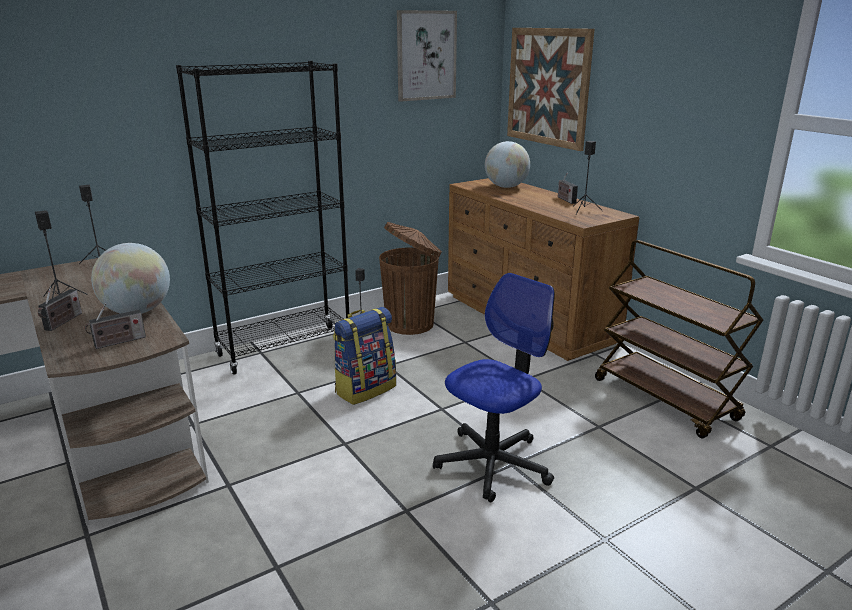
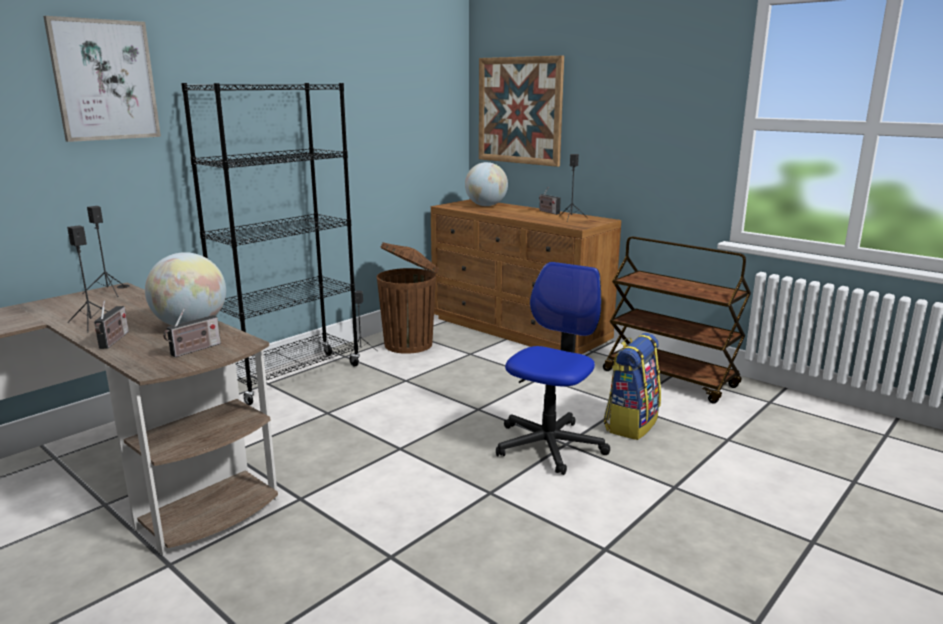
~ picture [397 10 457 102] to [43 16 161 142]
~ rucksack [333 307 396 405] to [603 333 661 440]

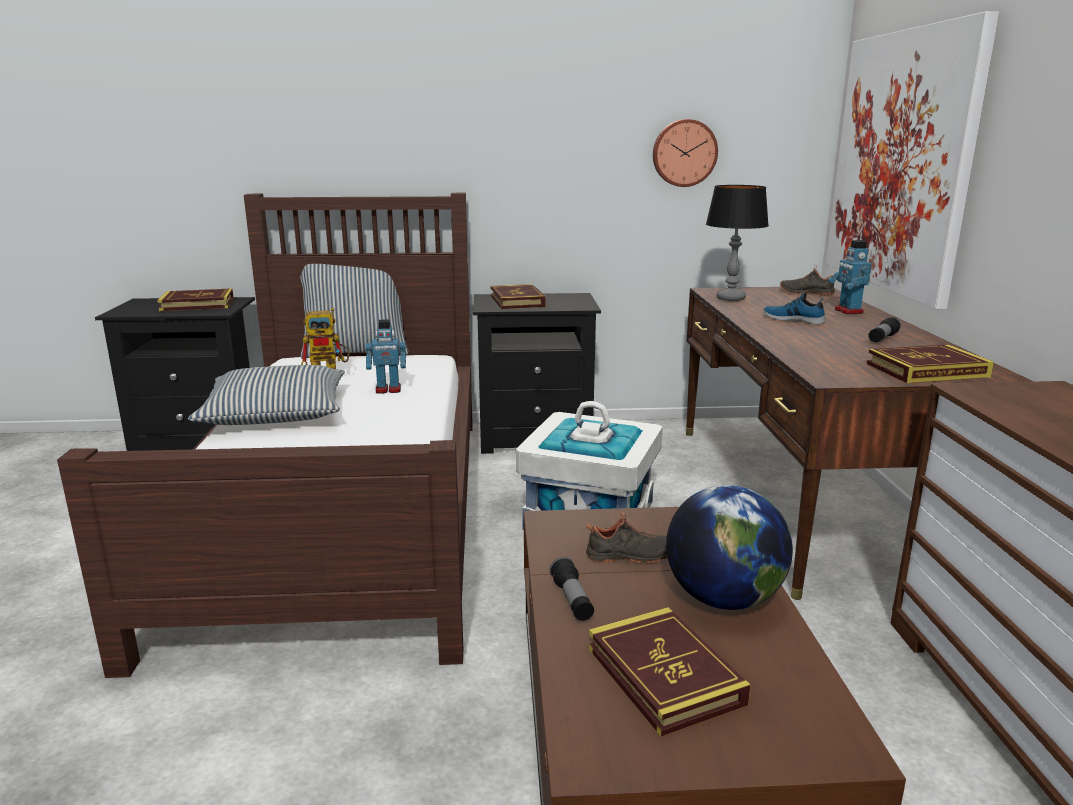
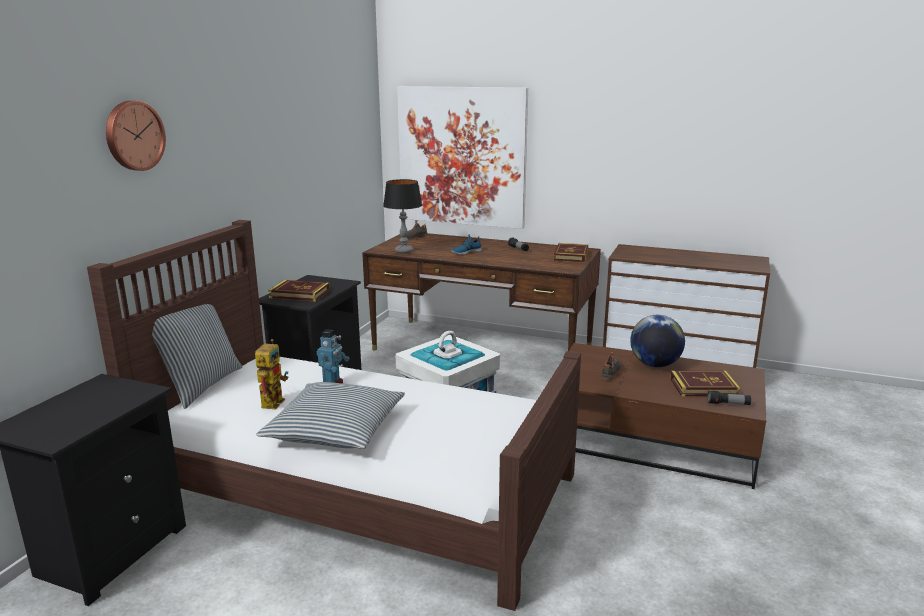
~ clock on the wall [653 119 718 187] to [106 101 166 171]
- toy robot [828 240 872 314]
- bound book [157 288 234 311]
~ torch [550 557 594 621] to [708 391 751 405]

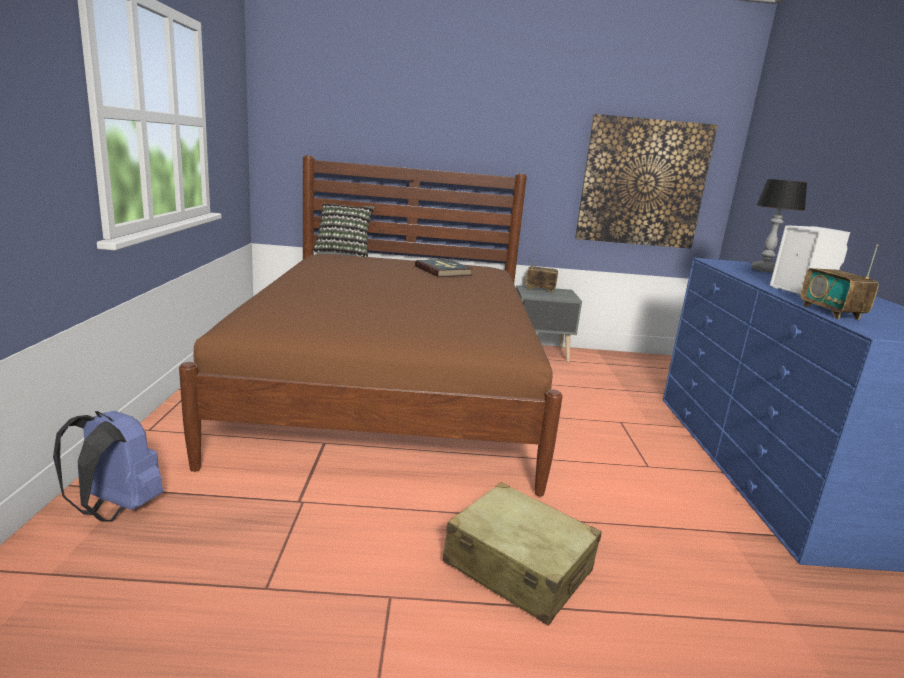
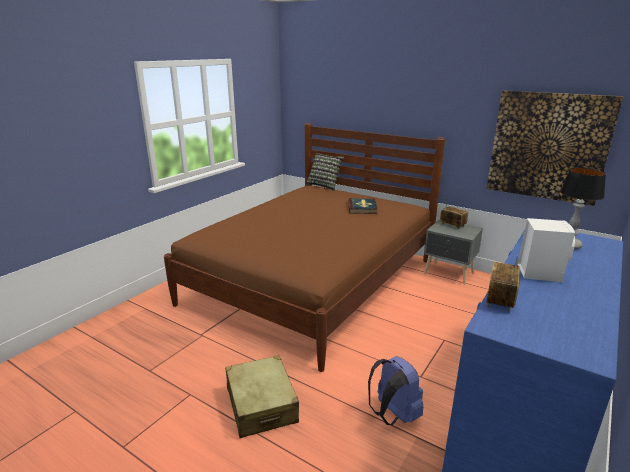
~ blue rucksack [53 411 163 521] to [368 356 423 425]

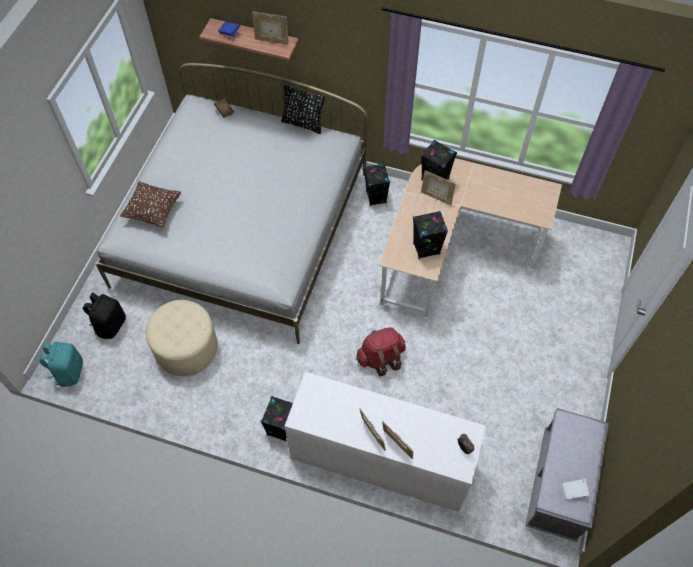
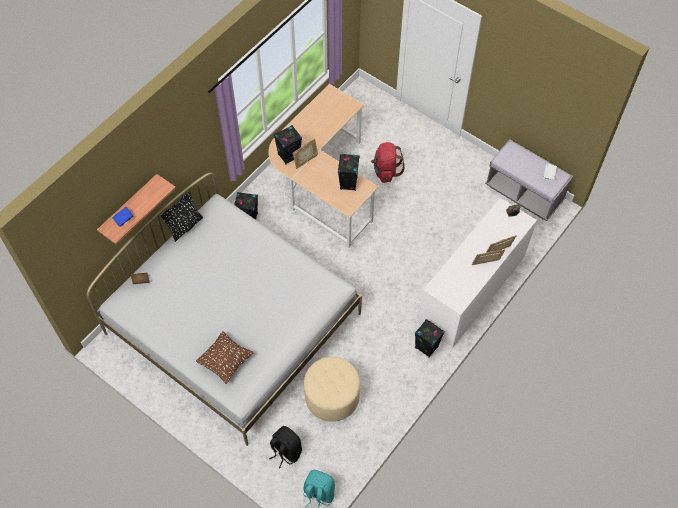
- picture frame [252 11 289 44]
~ reddish rucksack [356 327 406 377] to [371 142 405 183]

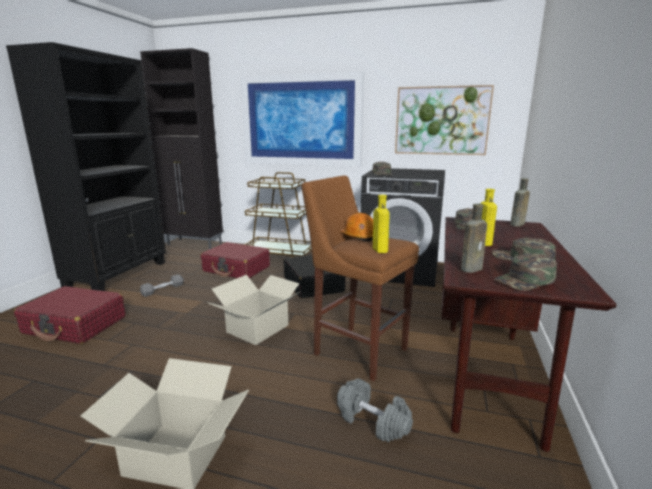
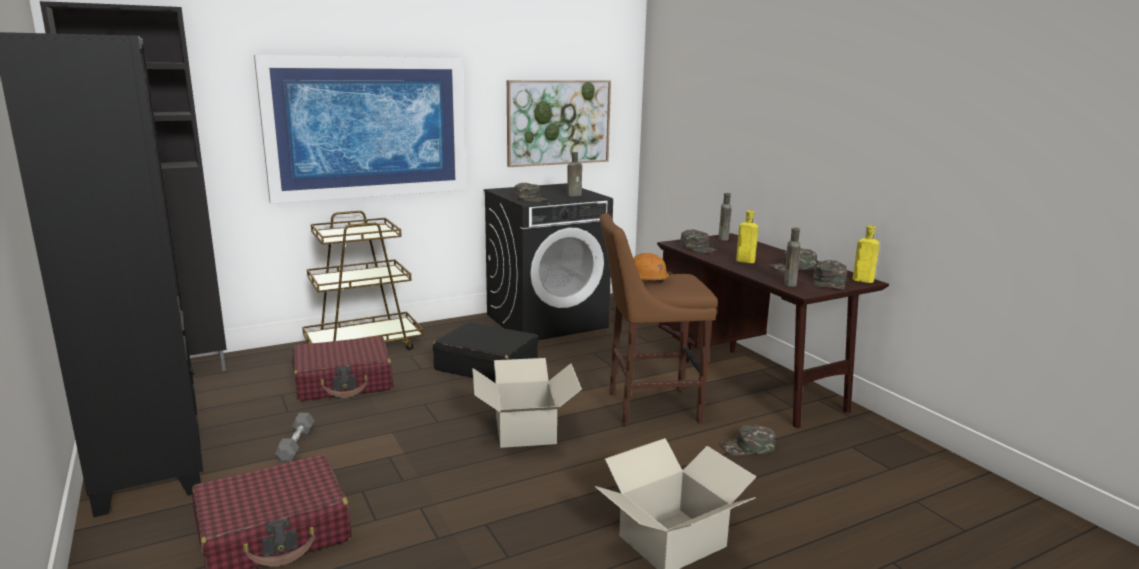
~ yellowish beverage bottle [373 195 390 253] to [853 225 880 283]
~ grey dumbbell [337 378 413 442] to greenish peaked cap [720 425 776 455]
+ brown beverage bottle [567 152 582 197]

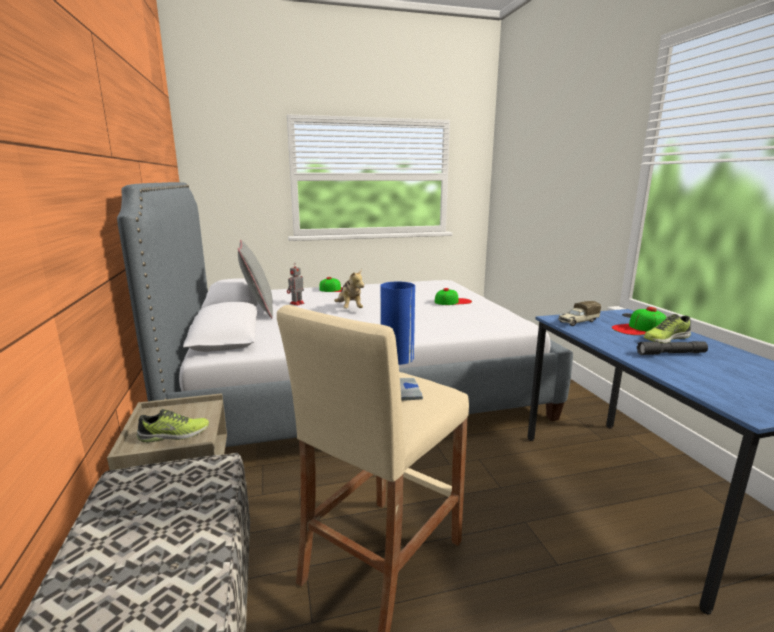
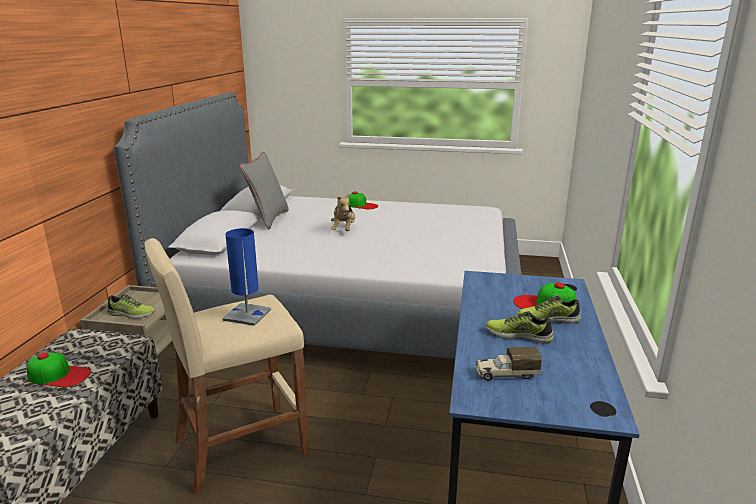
- toy robot [287 263 305 306]
~ peaked cap [435 288 472 305] to [27 352 91 387]
~ toy truck [558 301 601 326] to [476 347 542 380]
~ grey torch [637 341 708 355] to item of footwear [486 311 554 343]

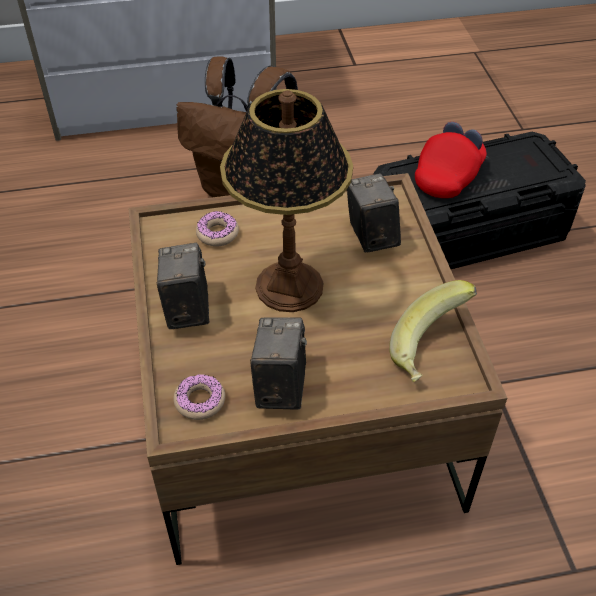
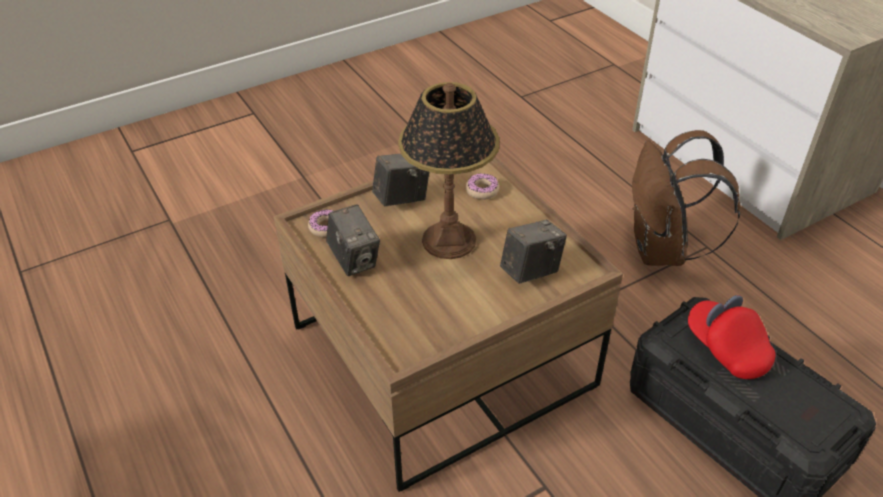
~ reddish peaked cap [415 122 487 198] = [688 295 776 379] 135 degrees counterclockwise
- banana fruit [389 280 477 382]
~ photo camera [250 317 307 410] = [326 204 380 276] 75 degrees clockwise

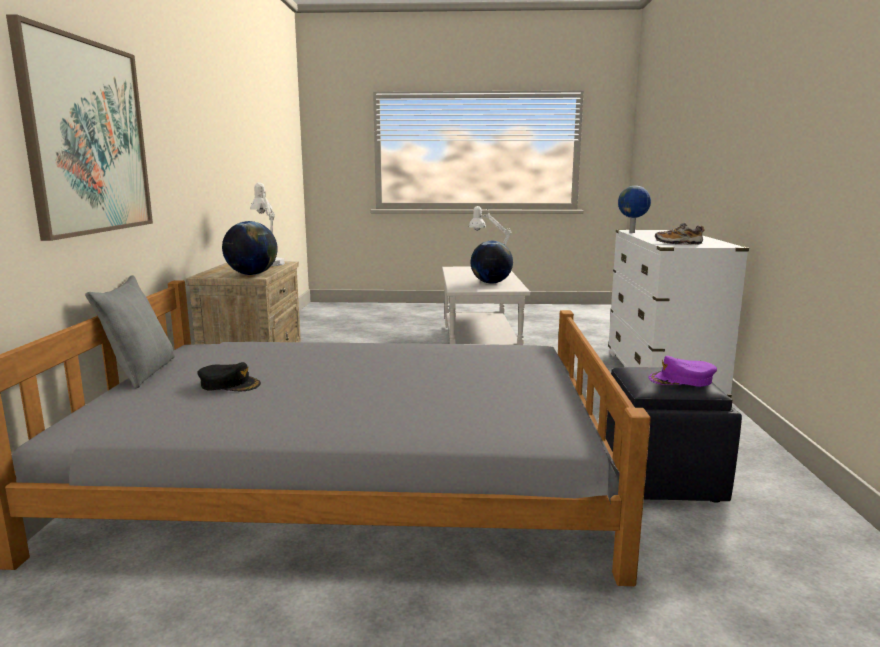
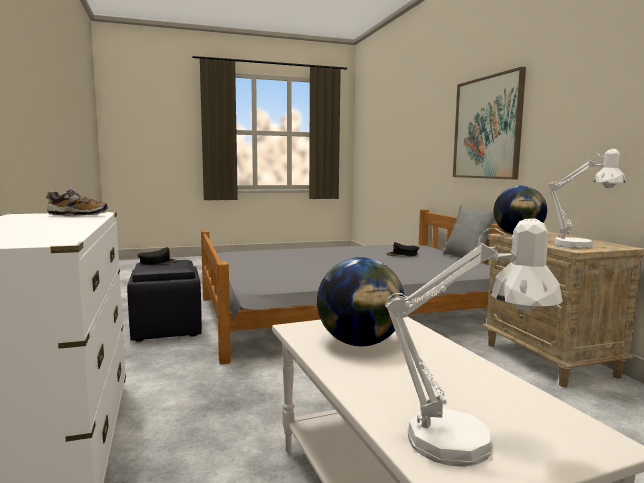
- world globe [618 186 651 233]
~ purplish peaked cap [648 356 717 387] to blackish peaked cap [137 247 178 265]

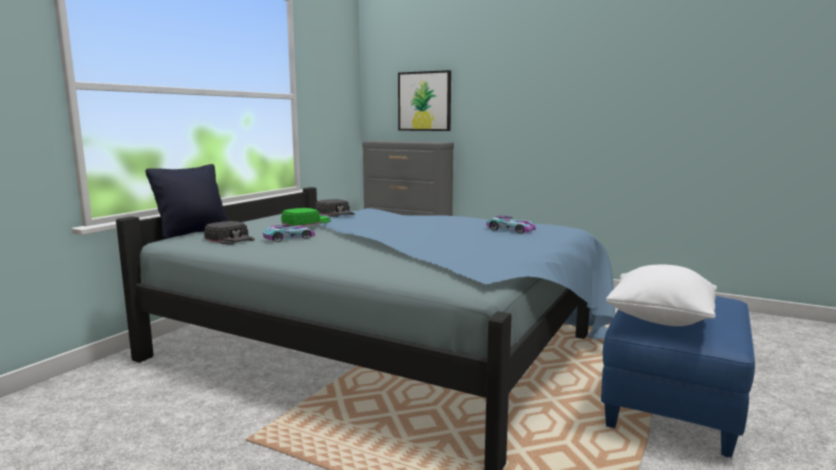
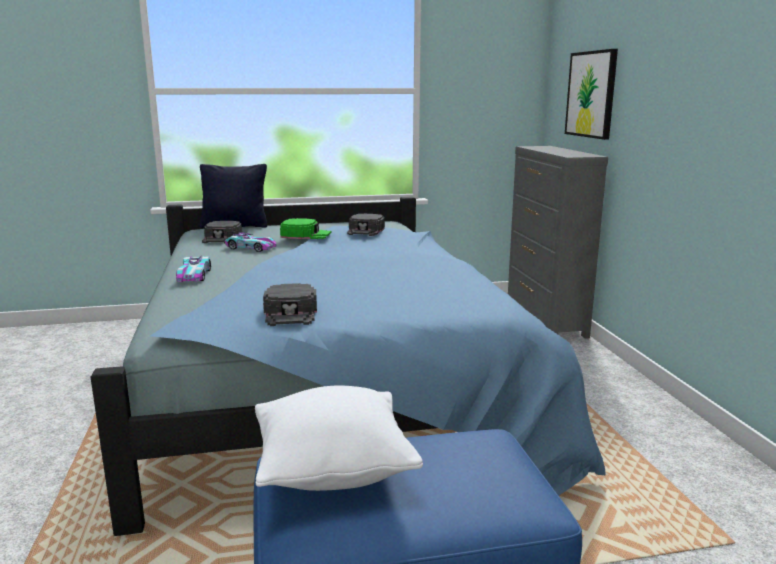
~ model car [486 215 536 234] to [176 255 211 282]
+ blackish peaked cap [263 283 317 326]

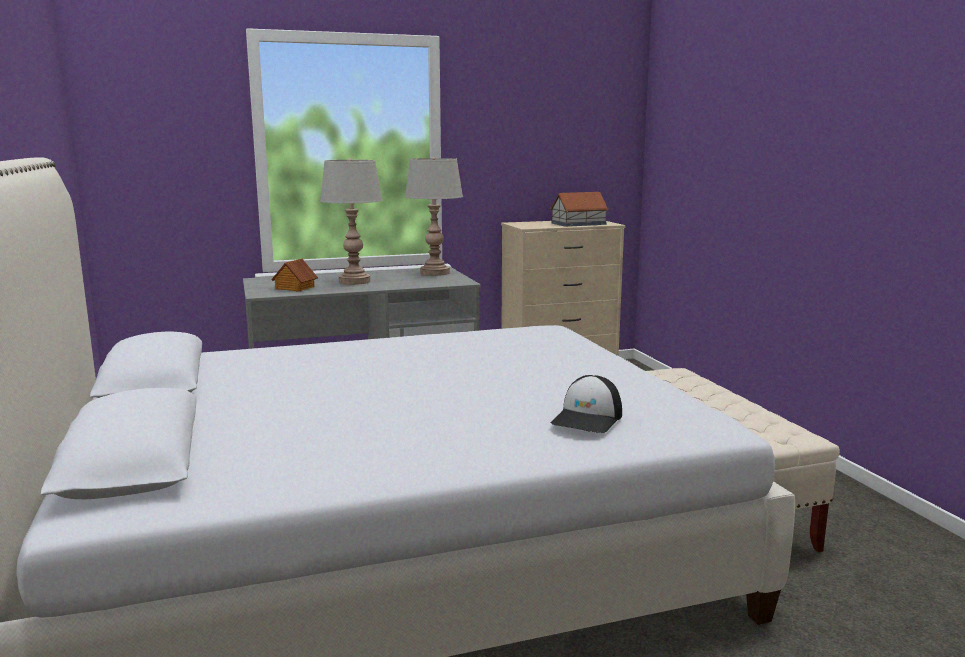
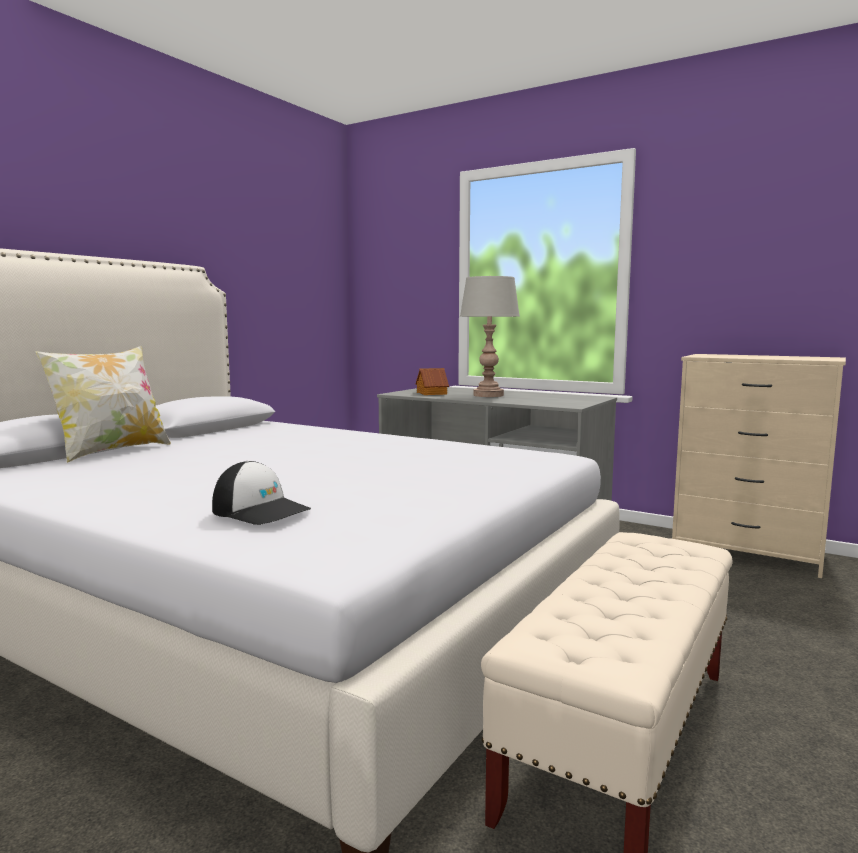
- grey tabletop lamp [405 157 463 276]
- toy house [550 192 609 227]
~ peaked cap [551 375 622 433] = [212 461 311 525] 135 degrees counterclockwise
+ pillow [35 346 171 463]

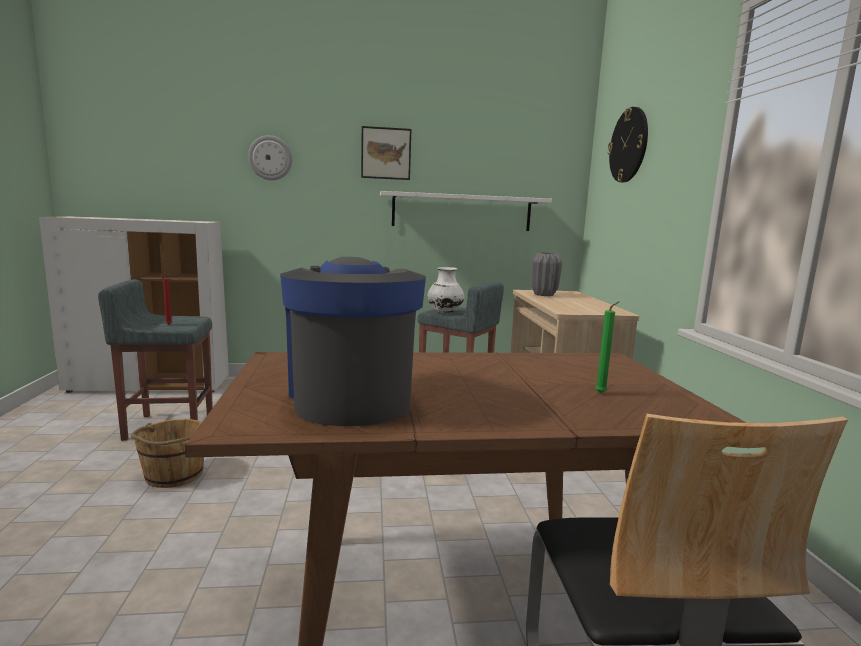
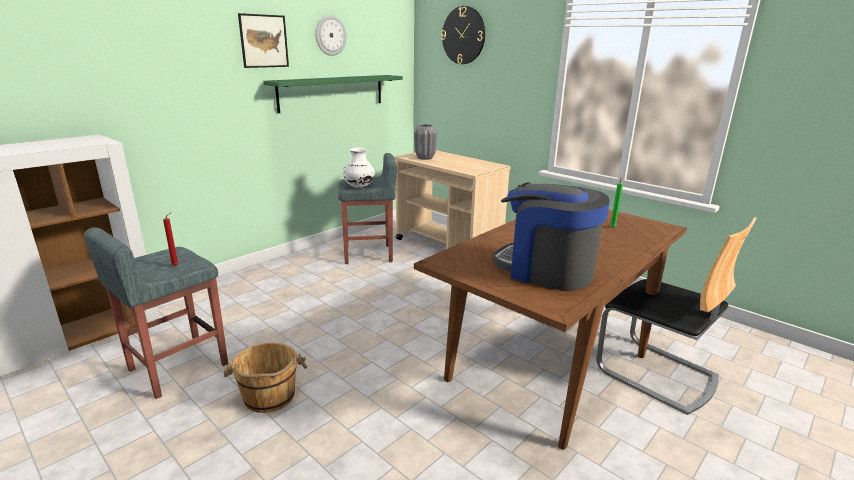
~ clock on the wall [248 135 292 180] to [315 15 347 56]
~ white shelf [380 191 552 231] to greenish shelf [264 75 403 113]

